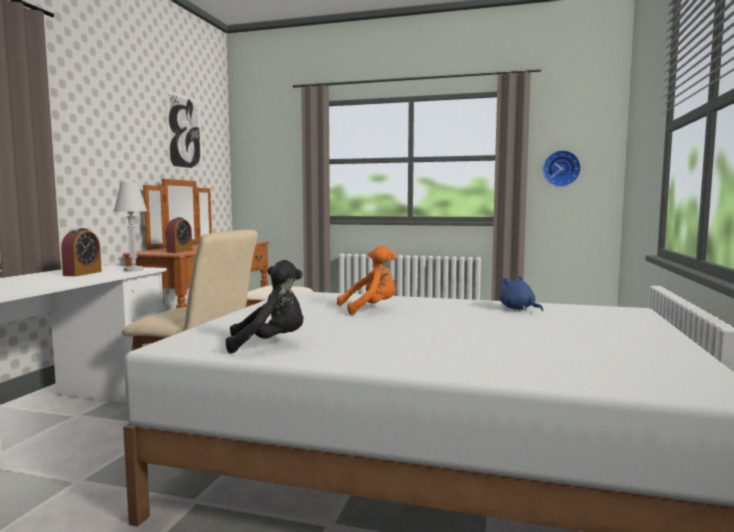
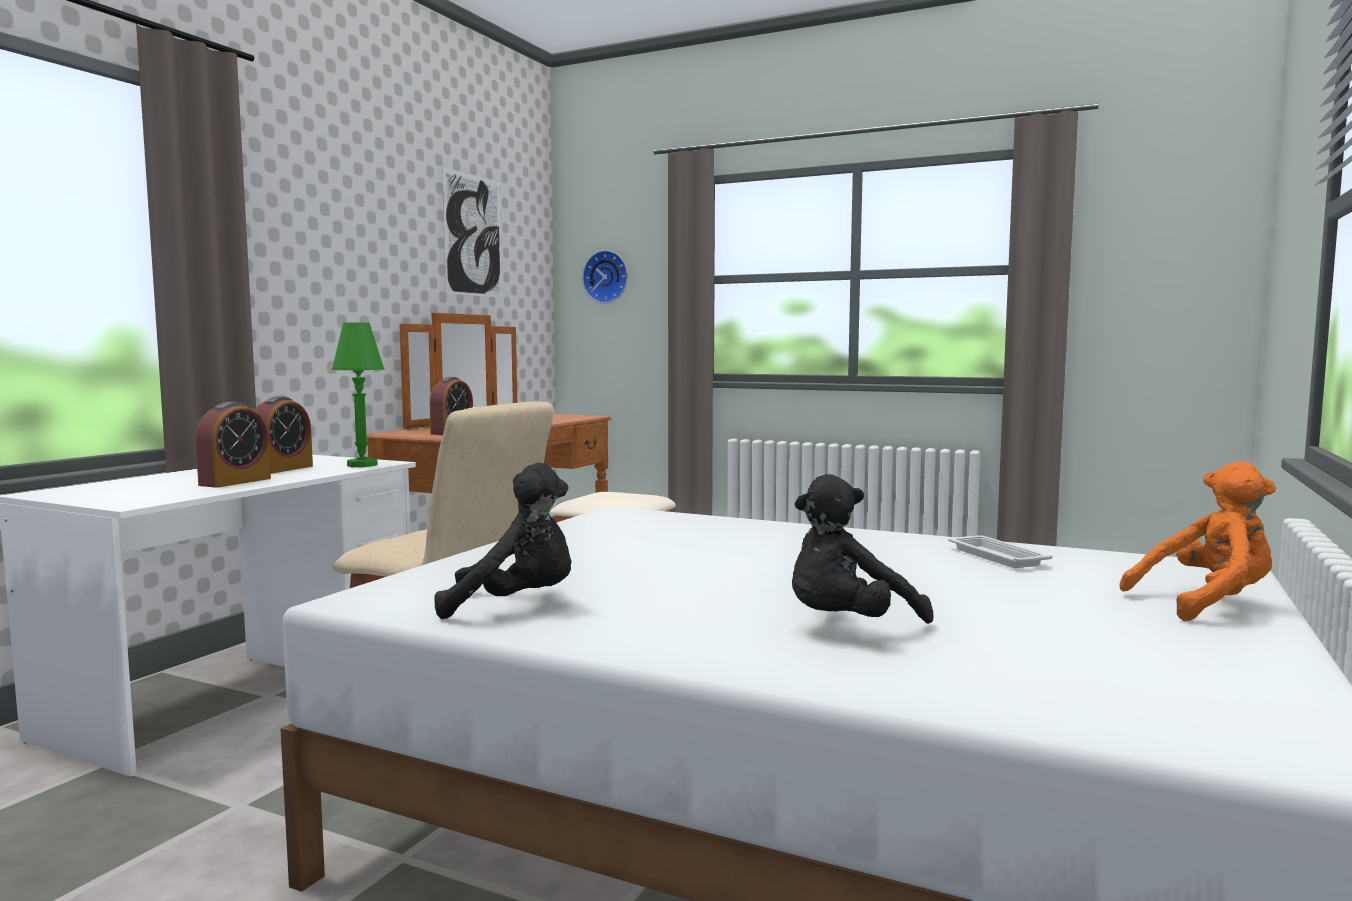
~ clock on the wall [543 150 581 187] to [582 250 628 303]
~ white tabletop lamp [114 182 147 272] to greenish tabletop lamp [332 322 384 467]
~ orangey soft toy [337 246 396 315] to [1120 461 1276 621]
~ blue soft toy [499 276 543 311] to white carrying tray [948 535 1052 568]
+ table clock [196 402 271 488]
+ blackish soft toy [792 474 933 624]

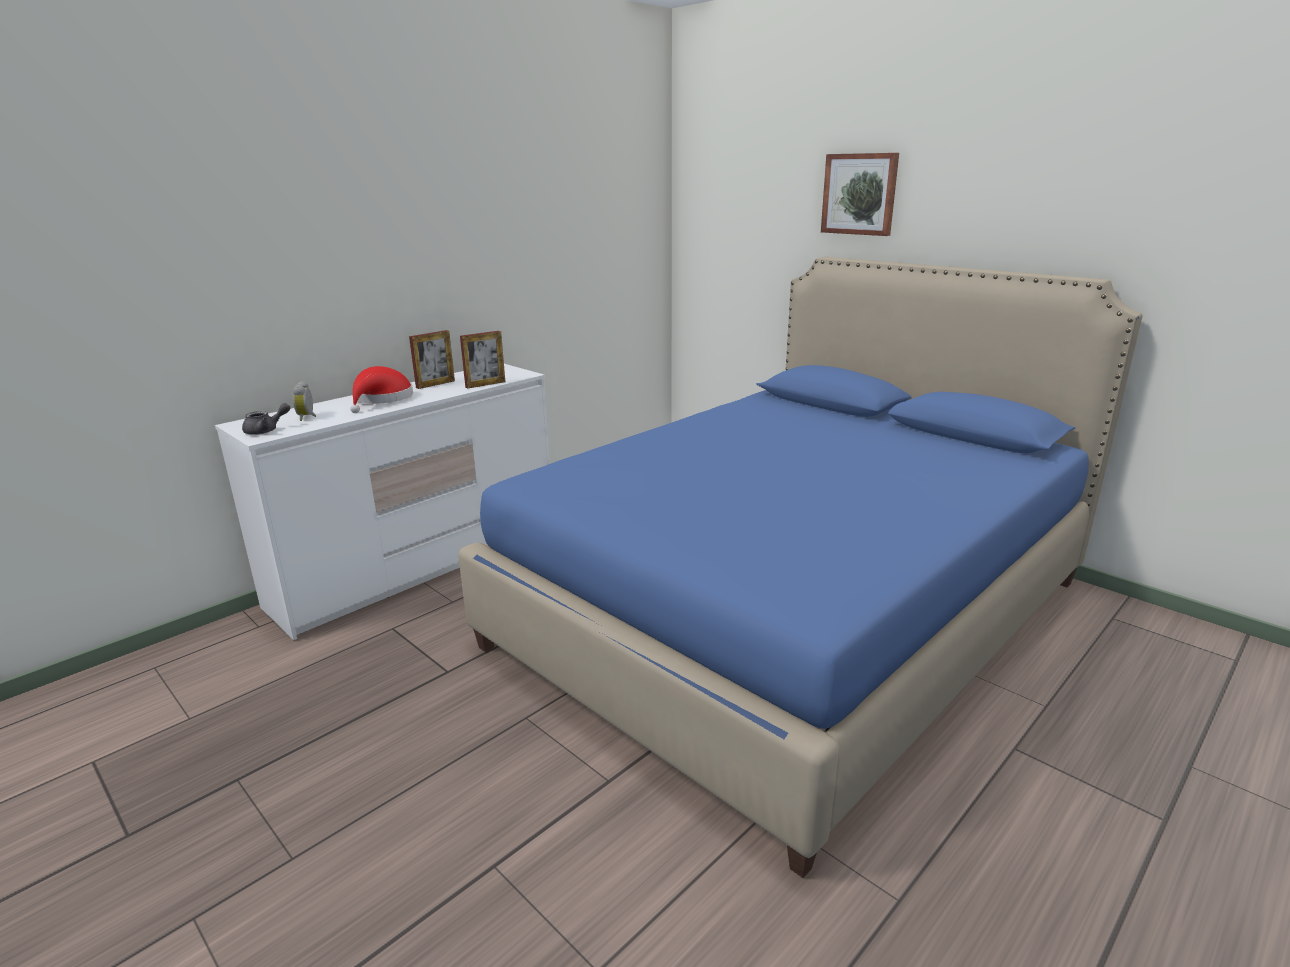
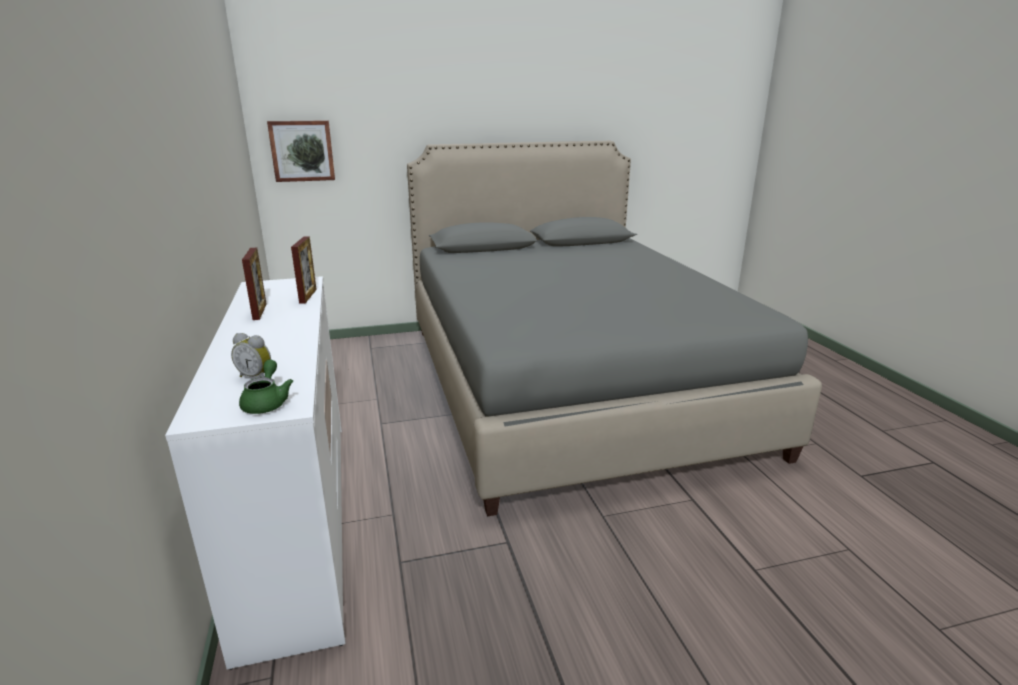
~ picture [821 153 899 236] to [267 120 335 182]
~ blue sleeping bed [458 257 1142 878] to grey sleeping bed [407 141 822 517]
- reddish wearable hat [350 366 413 413]
~ grey pot for tea [242 403 290 435] to greenish pot for tea [239 360 293 414]

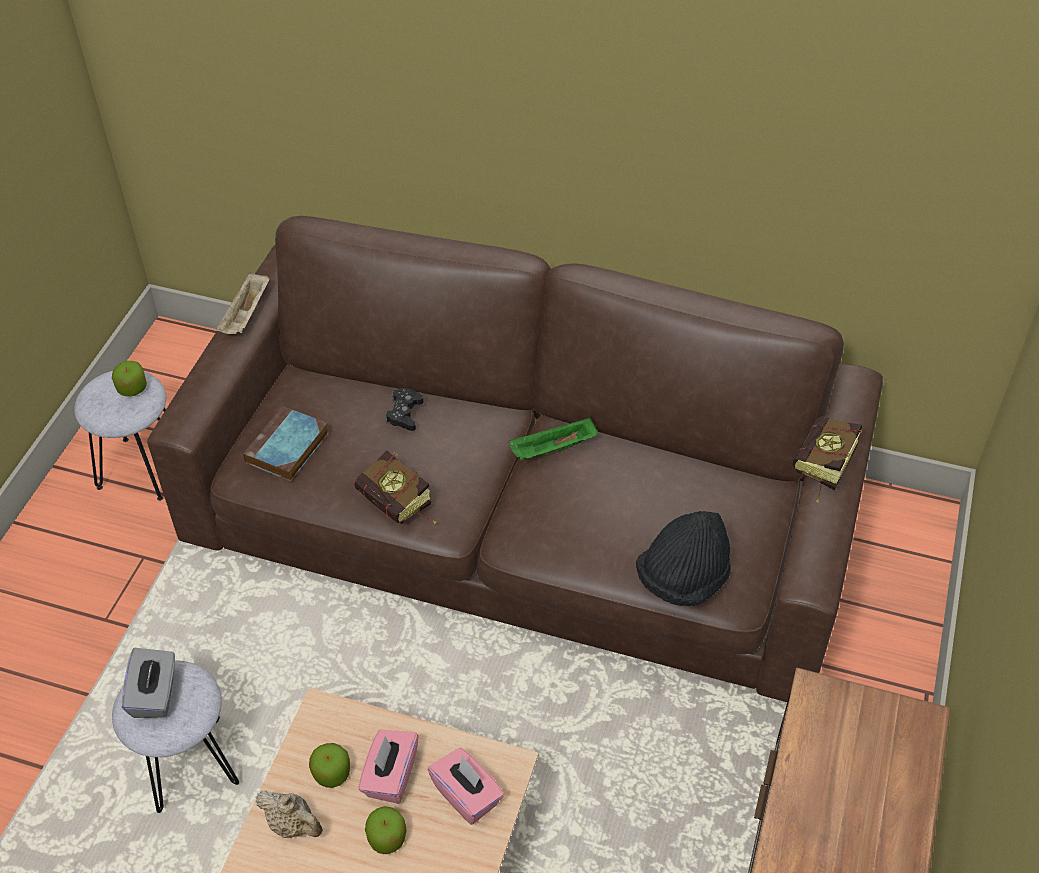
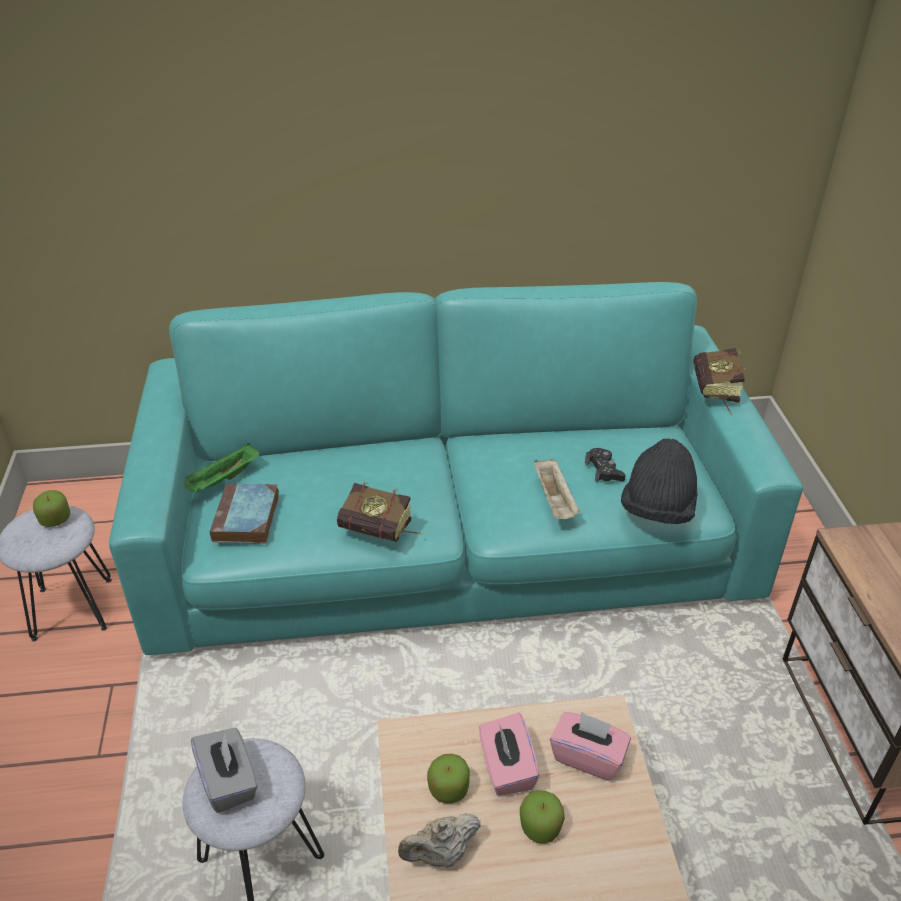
~ brown settee [147 216 883 702] to turquoise-coloured settee [109 282 803 655]
~ beige-coloured carrying tray [216 272 269 334] to [534 459 580 519]
~ blackish gamepad [385 388 423 431] to [585 448 626 483]
~ greenish carrying tray [508 417 598 461] to [184 443 260 493]
~ beige-coloured pot for tea [256 791 323 838] = [398 813 481 868] 150 degrees clockwise

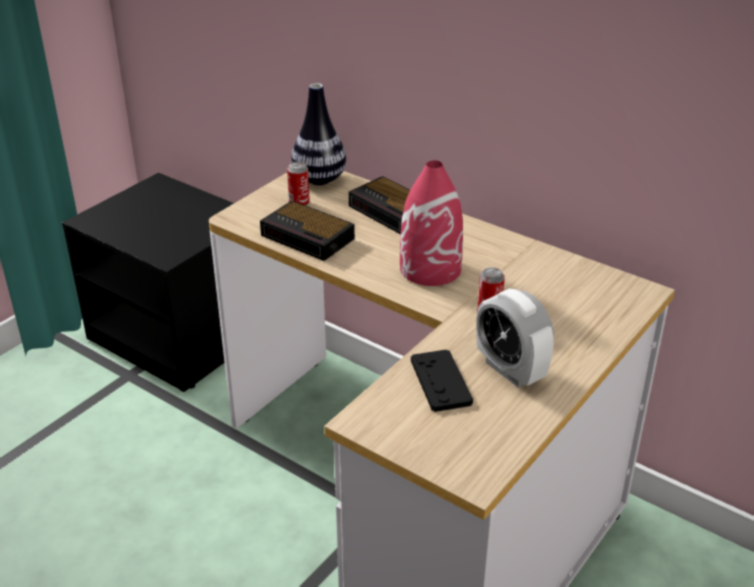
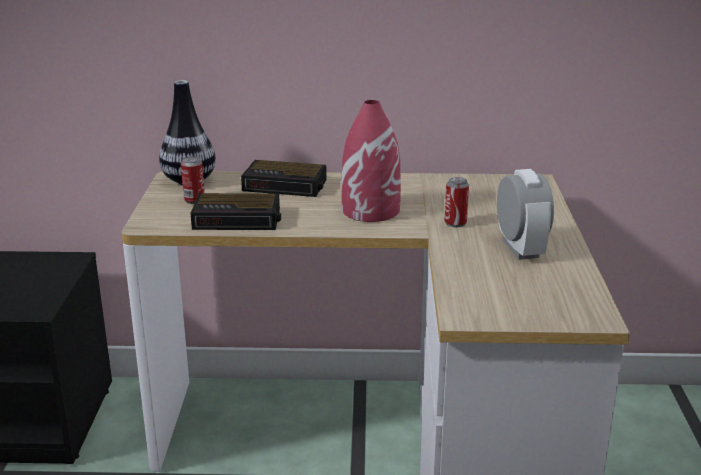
~ table clock [476 288 554 387] = [497 169 554 260] 120 degrees counterclockwise
- blackish gamepad [411 349 473 412]

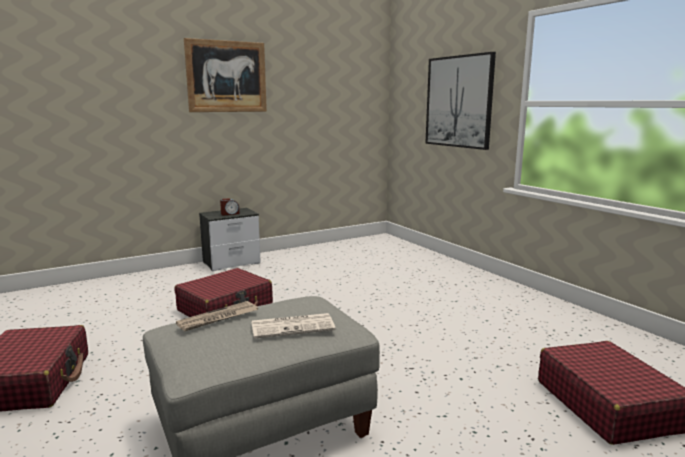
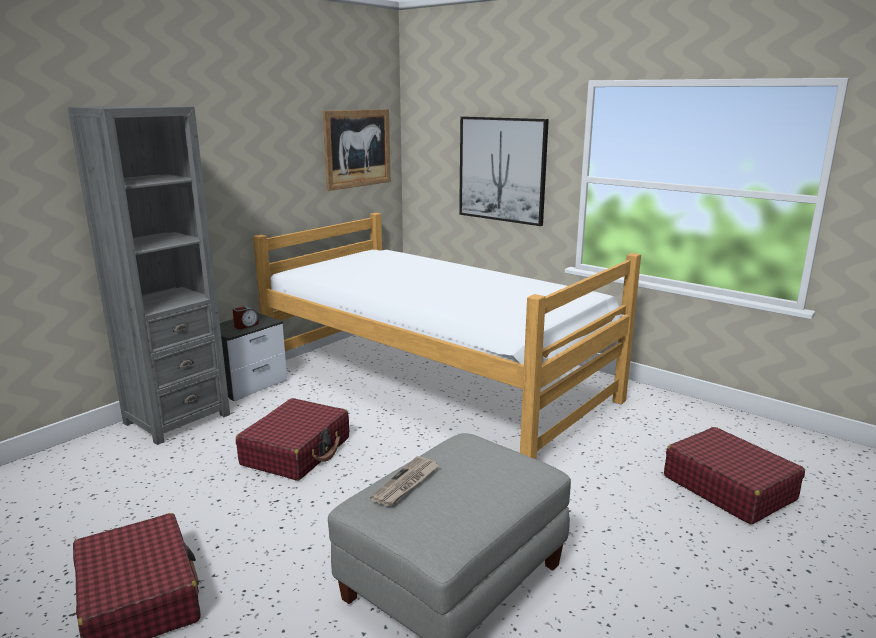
~ picture [184 38 267 112] to [322 109 391 191]
- newspaper [251 313 336 339]
+ grey bookshelf [68 106 230 445]
+ sleeping bed [253 213 641 460]

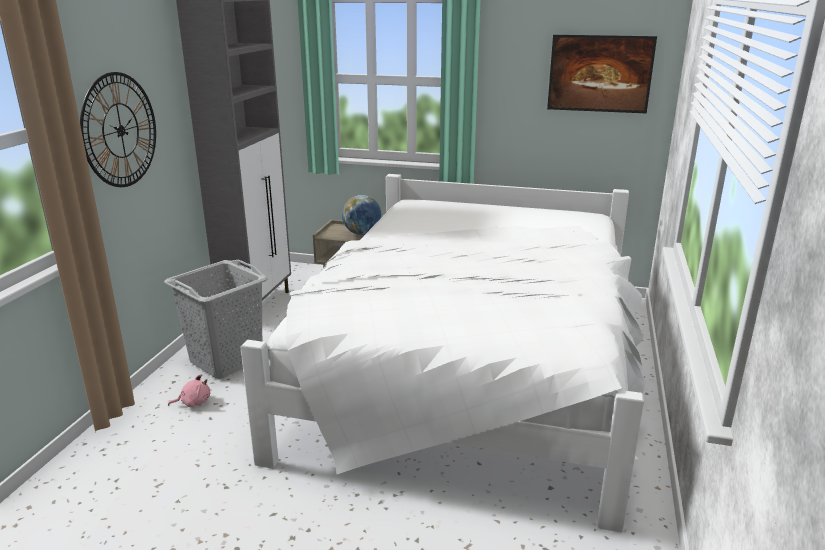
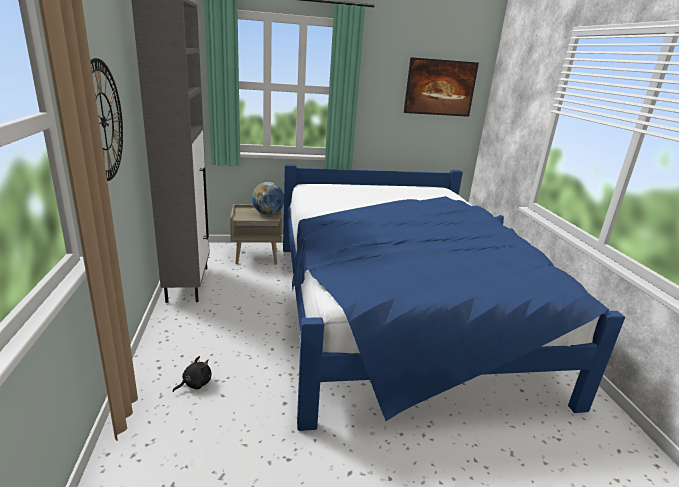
~ white sleeping bed [240 174 645 532] to blue sleeping bed [283 164 625 431]
- grey washing basket [164 259 268 379]
~ pink-coloured soft toy [168 374 210 407] to blackish soft toy [173 356 212 392]

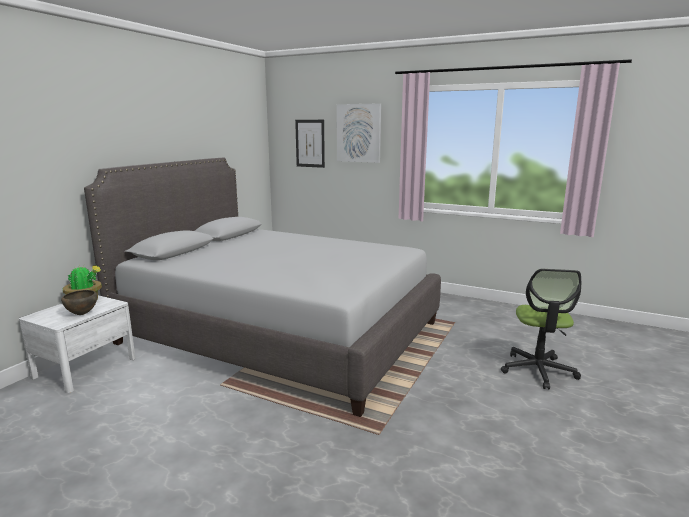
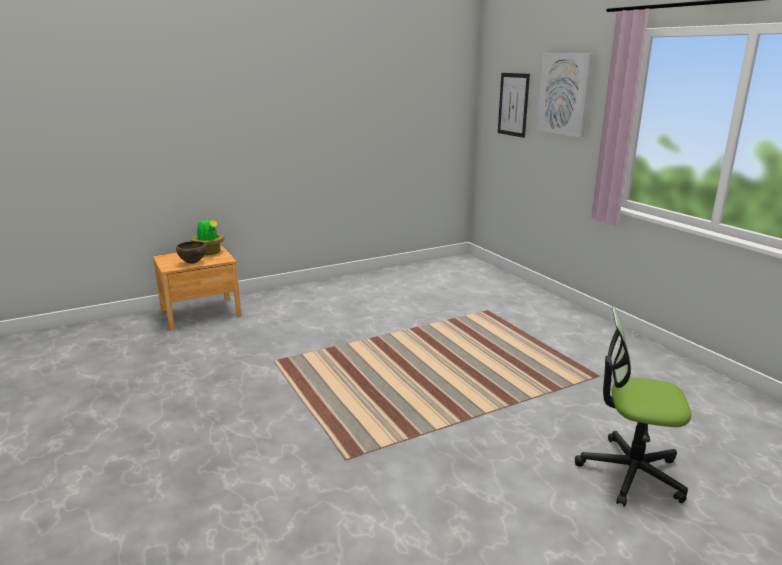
- grey sleeping bed [84 158 441 417]
~ desk chair [501 269 581 389] = [575 306 691 507] 60 degrees clockwise
~ white nightstand [19 295 136 393] to brown nightstand [153 246 242 330]

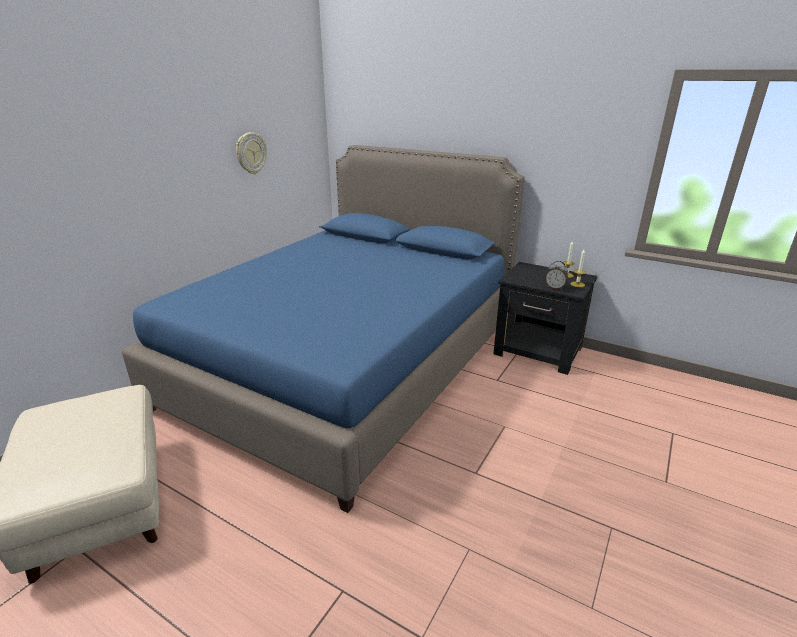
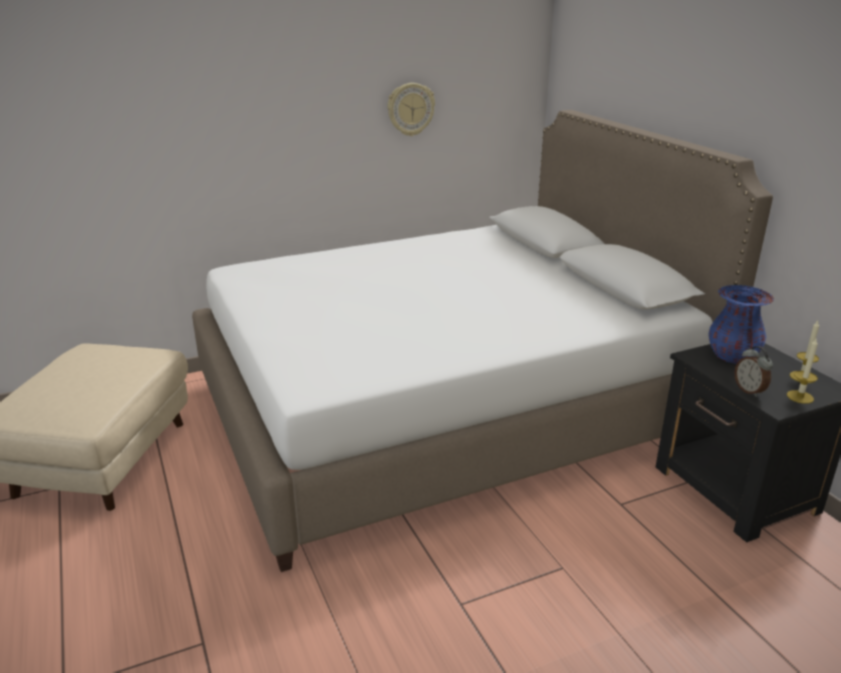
~ blue sleeping bed [122 145 525 513] to white sleeping bed [192 110 773 572]
+ blue decorative vase [708 285 774 364]

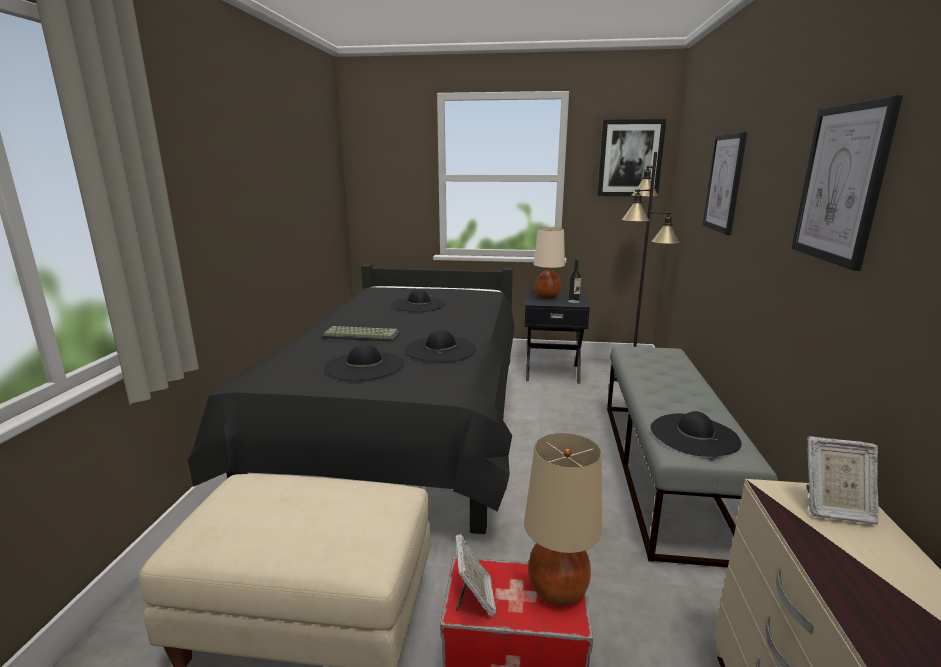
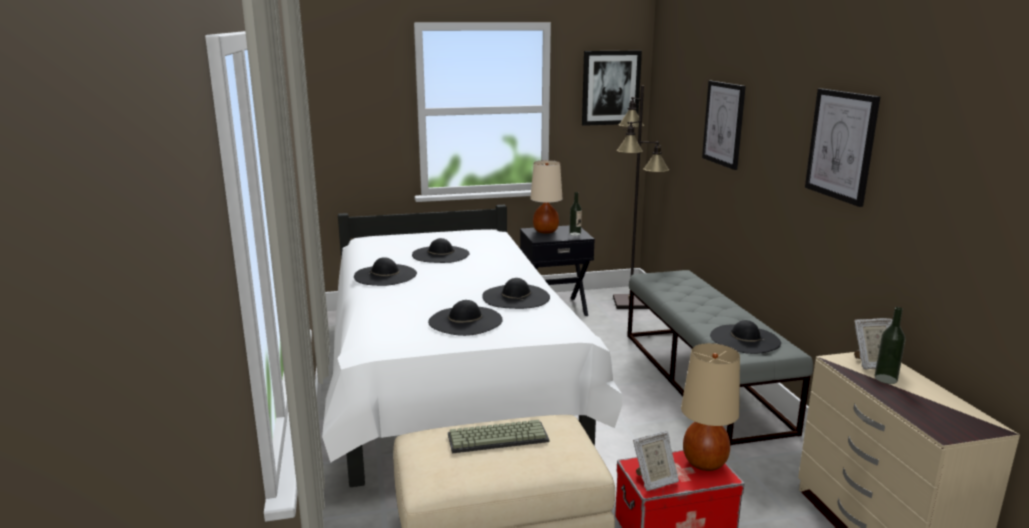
~ blackish sleeping bed [188 265 515 534] to white sleeping bed [322 205 622 487]
~ keyboard [322 326 400 342] to [448 420 549 453]
~ picture frame [455 534 496 617] = [633 431 679 491] 90 degrees clockwise
+ blackish wearable hat [354 257 417 286]
+ beverage bottle [875 307 906 384]

